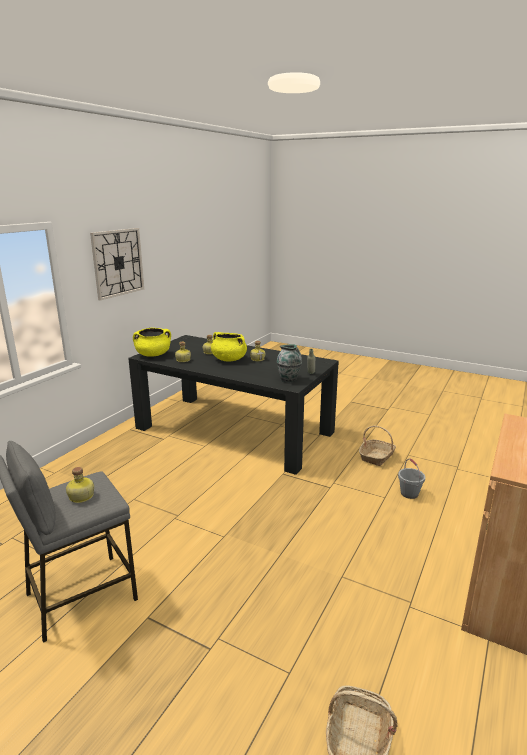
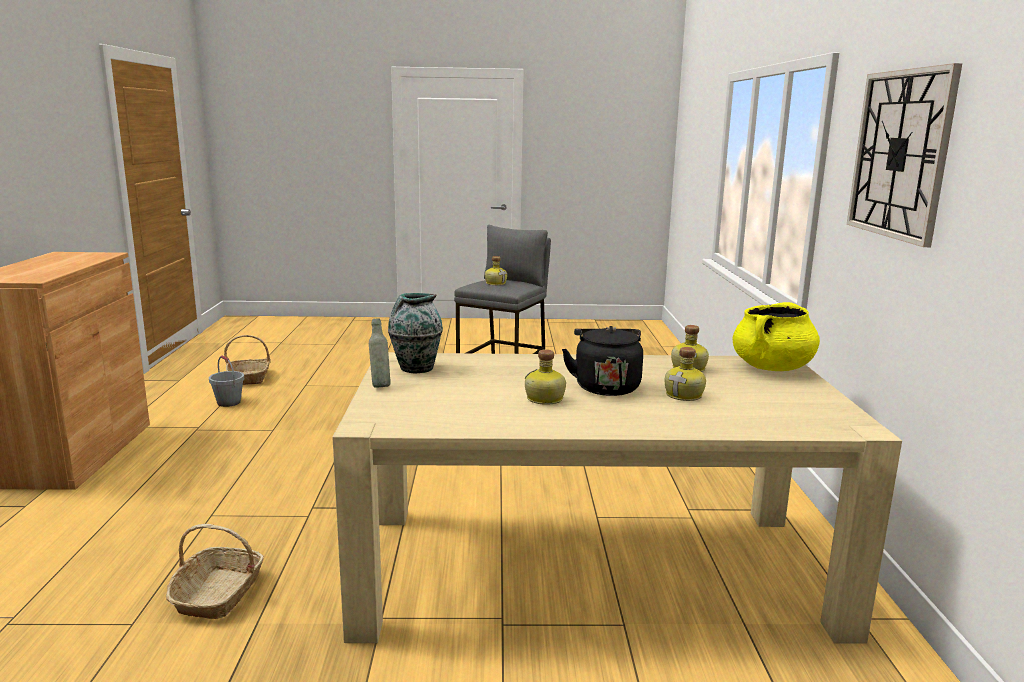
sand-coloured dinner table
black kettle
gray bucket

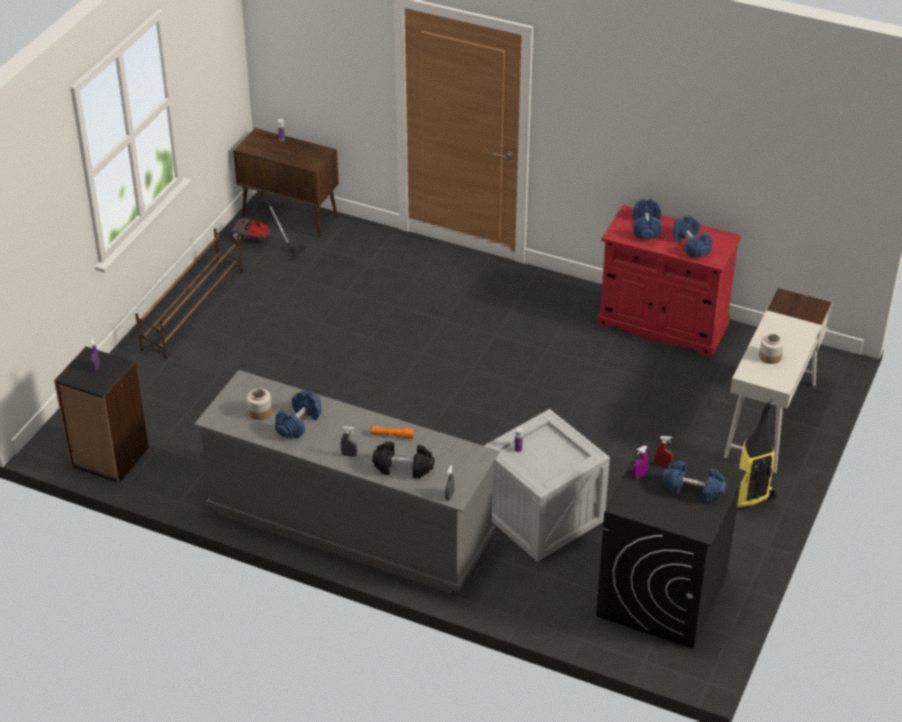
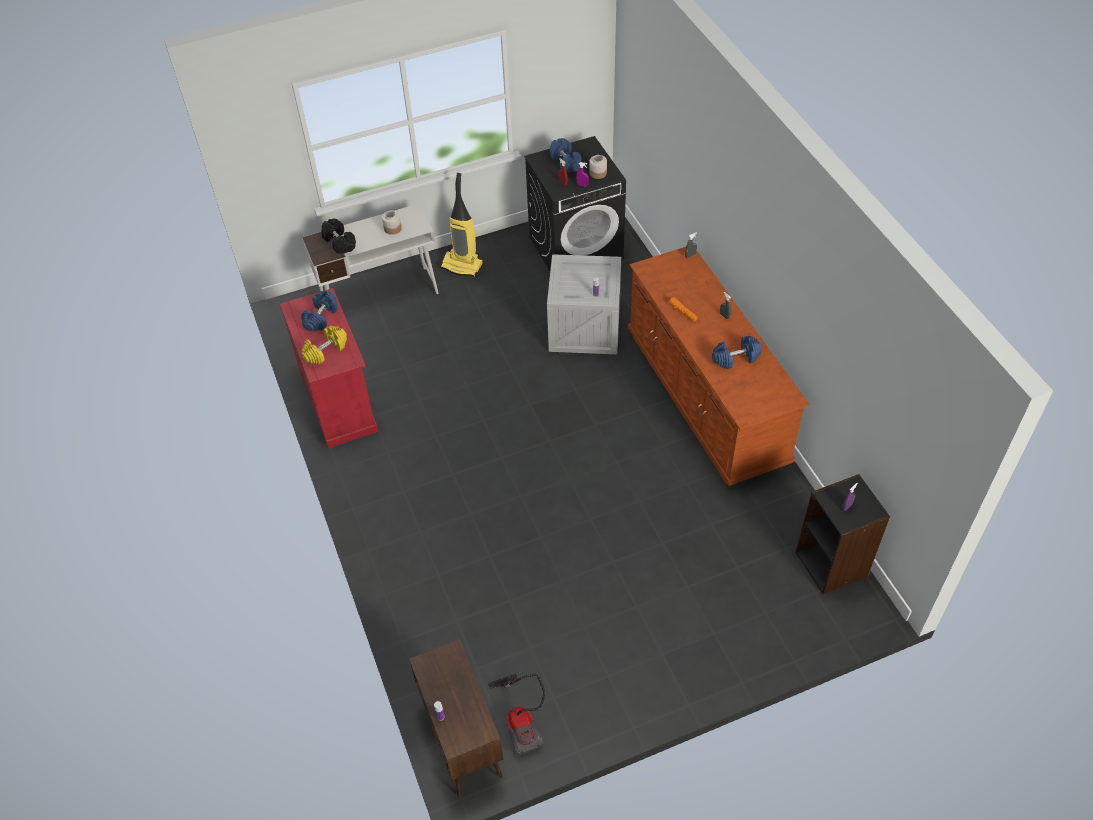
brownish shoe rack
brownish chest of drawers
jar (no. 2 from left)
black dumbbell
yellow-coloured dumbbell

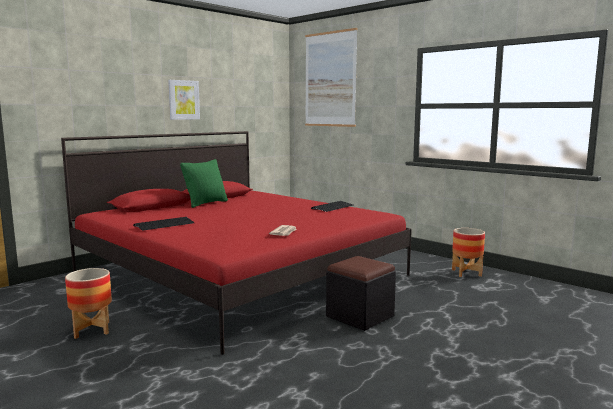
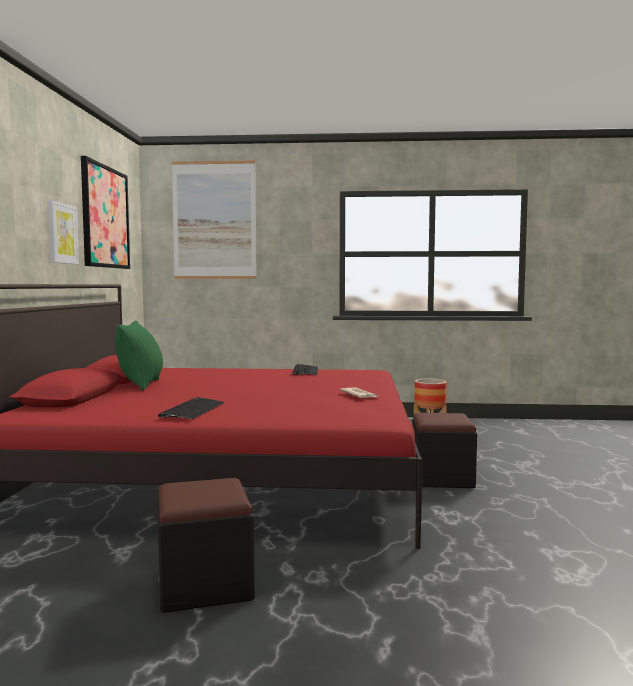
black pouffe (no. 1 from left)
picture (no. 2 from left)

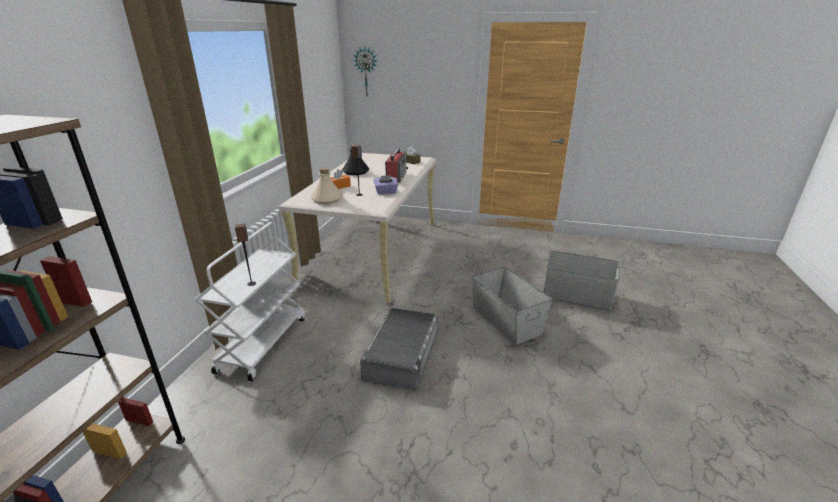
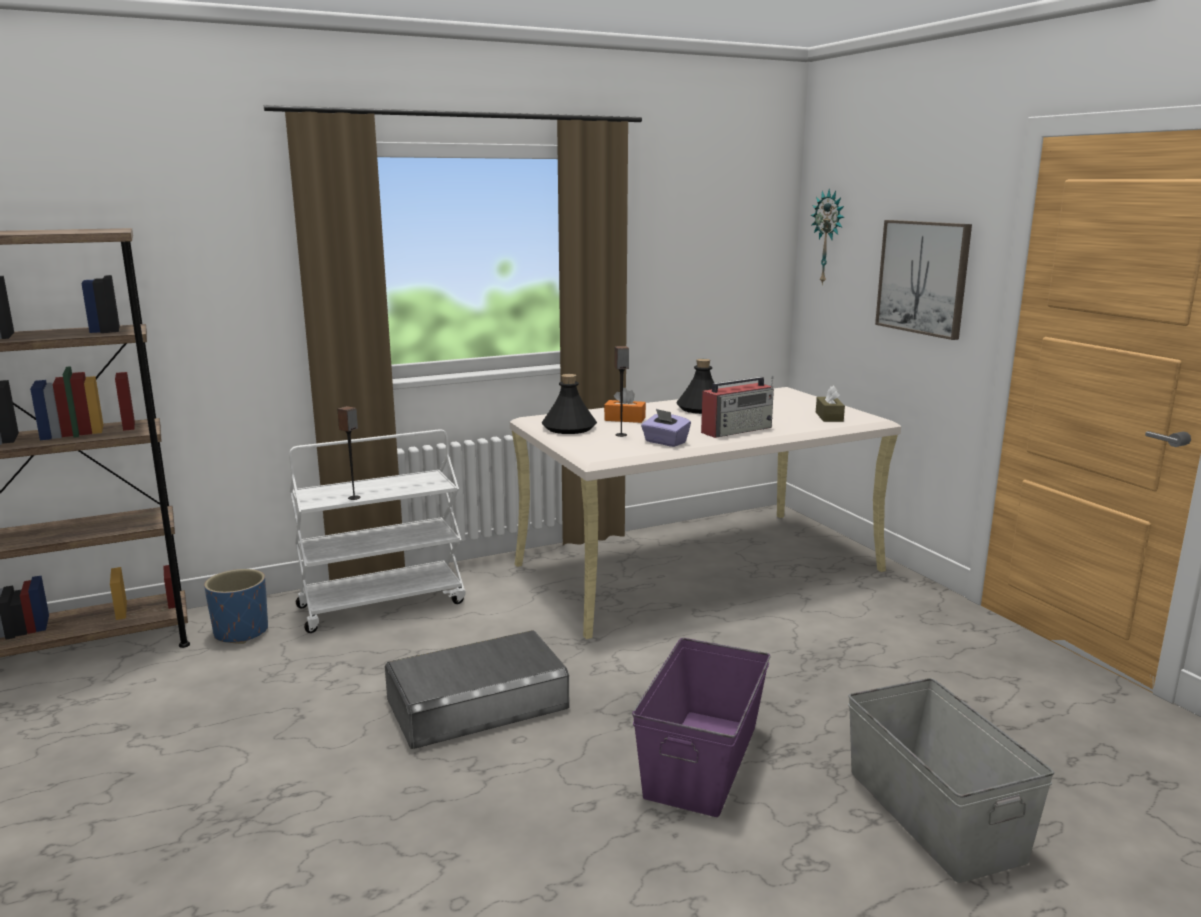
black bottle (no. 1 from left)
purple storage container
blue-coloured plant pot
picture

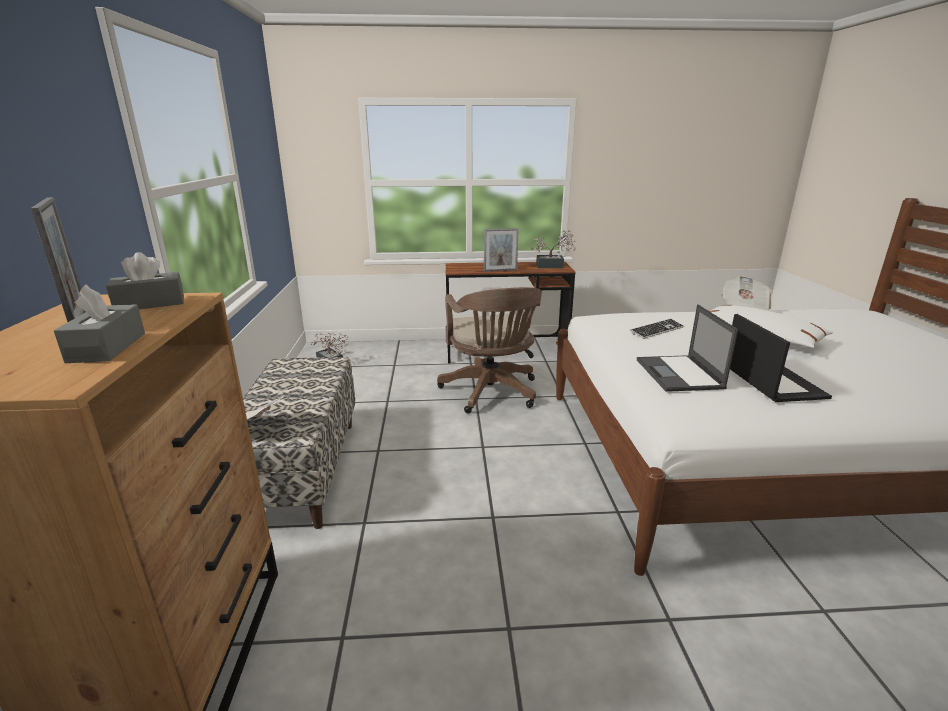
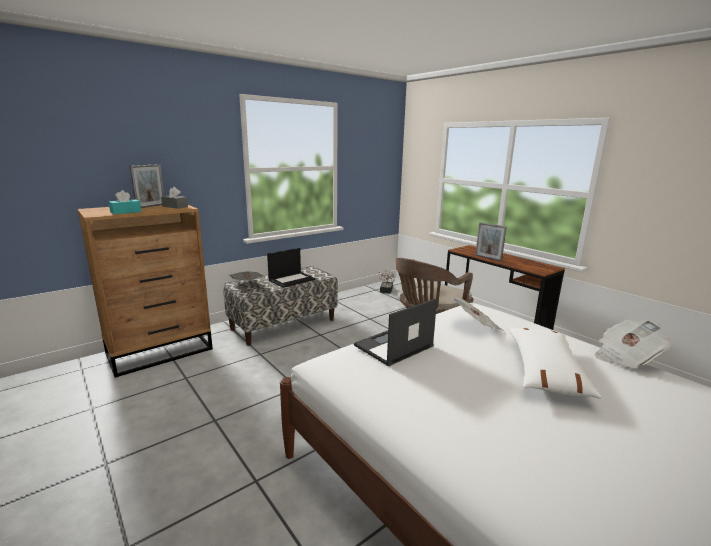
turquoise-coloured tissue holder
plant in a pot (no. 2 from left in the first image)
printed paper (no. 2 from left)
portable computer (no. 1 from left)

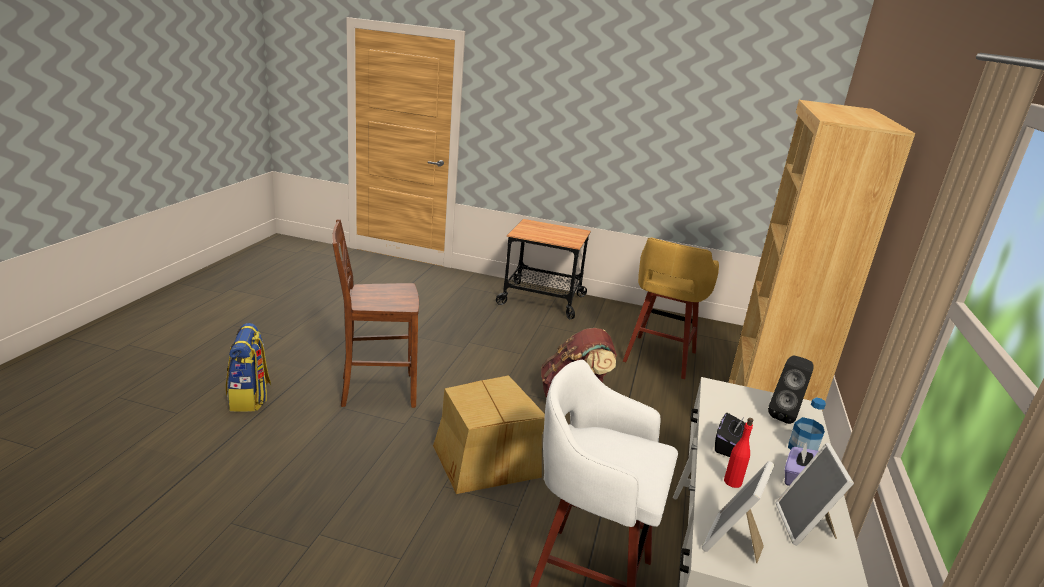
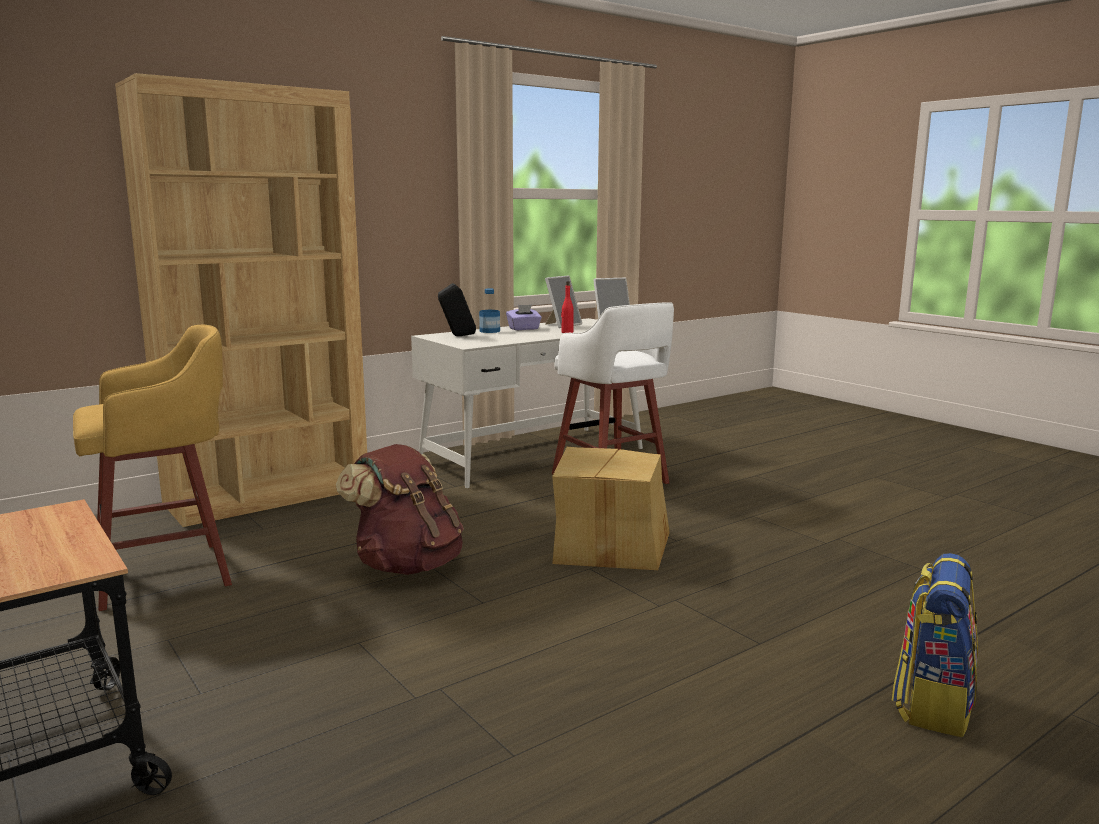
brownish upright chair
black tissue holder

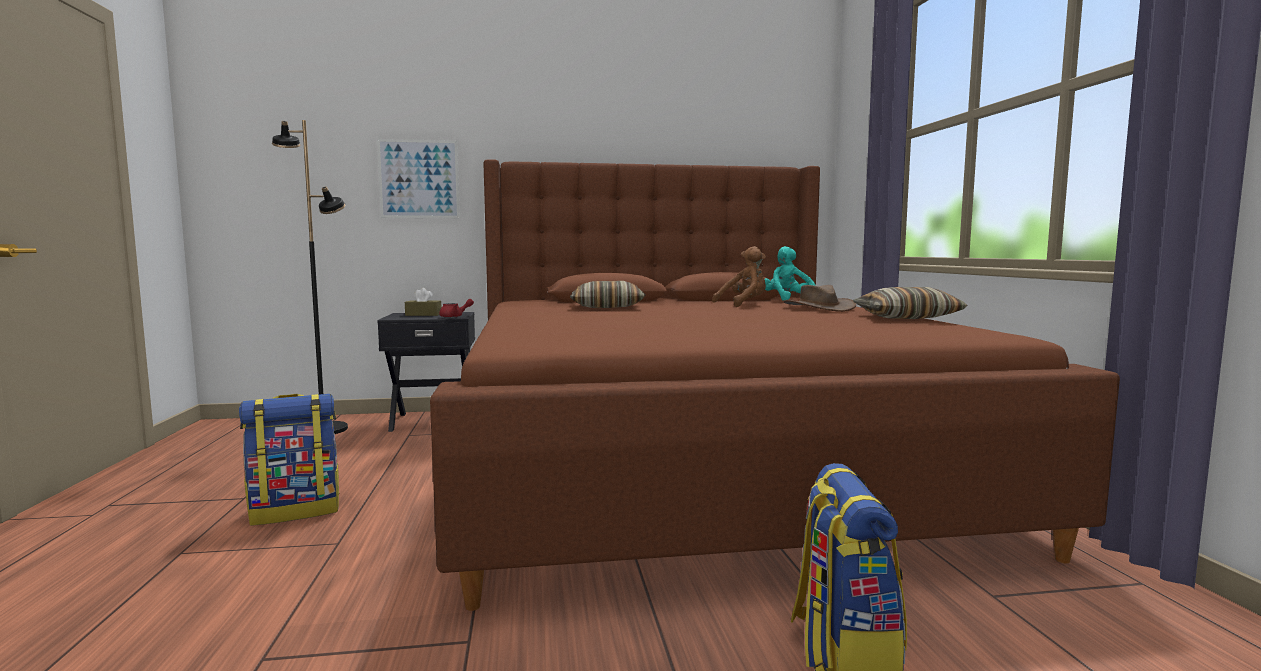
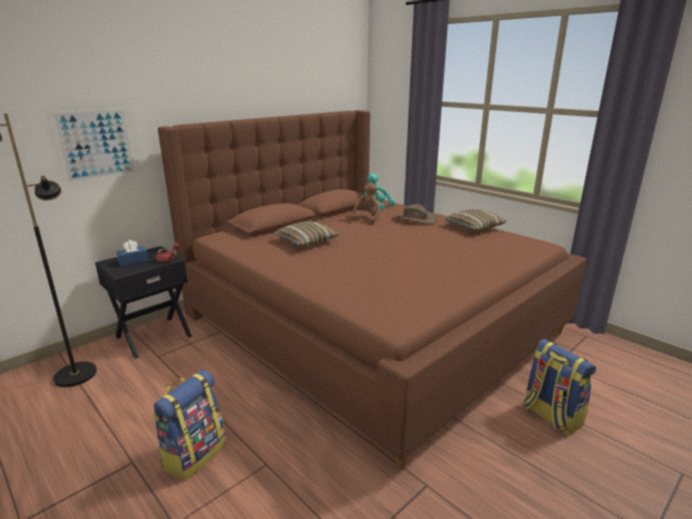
blue-coloured tissue holder

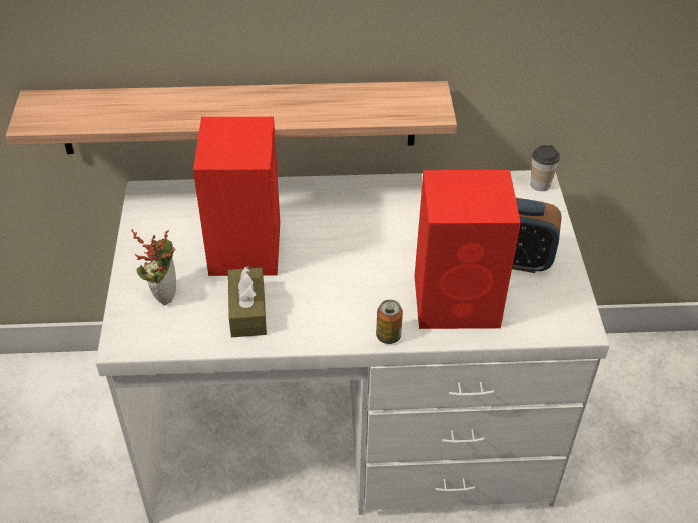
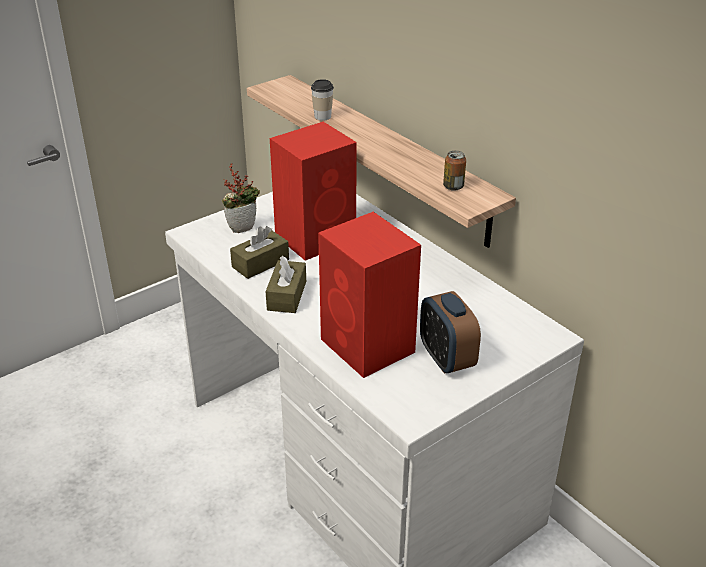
metal can
small cup
brownish tissue holder (no. 2 from left)

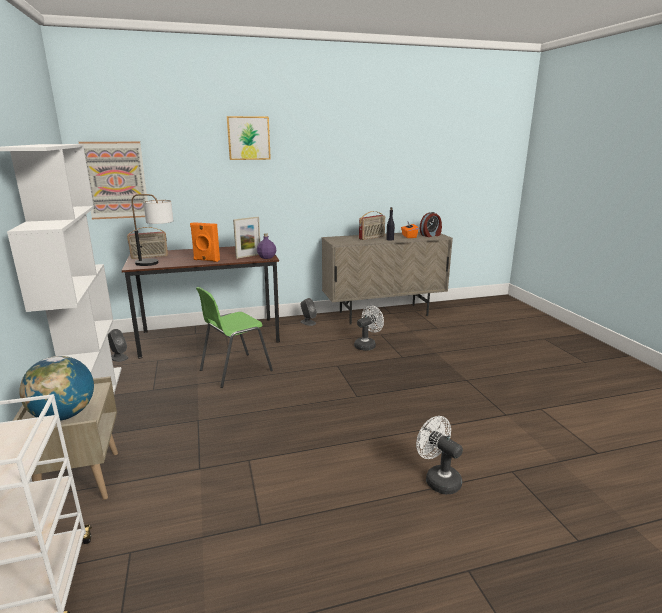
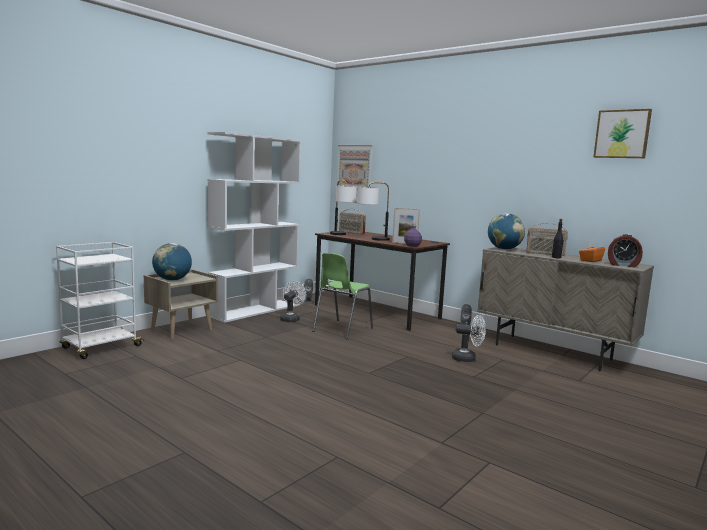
tabletop lamp (no. 2 from left)
green-coloured upright chair
picture (no. 2 from left)
white electric fan (no. 1 from left)
globe (no. 2 from left)

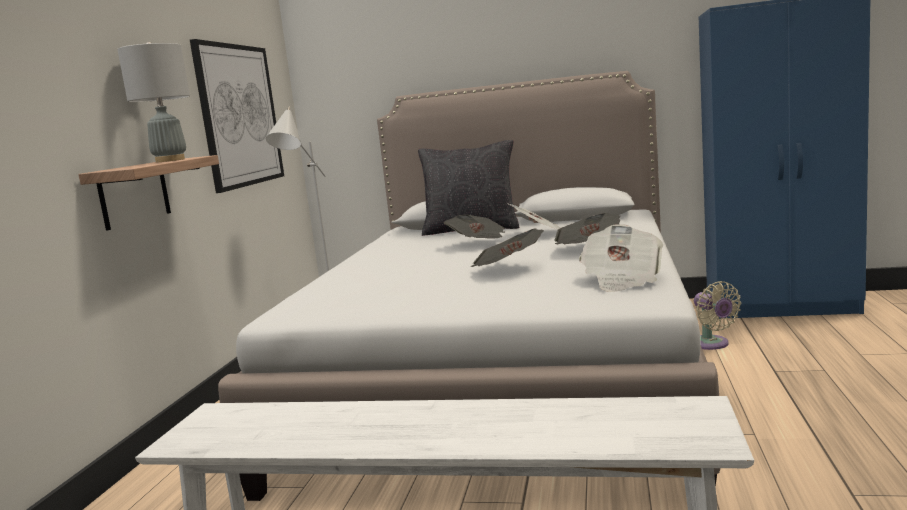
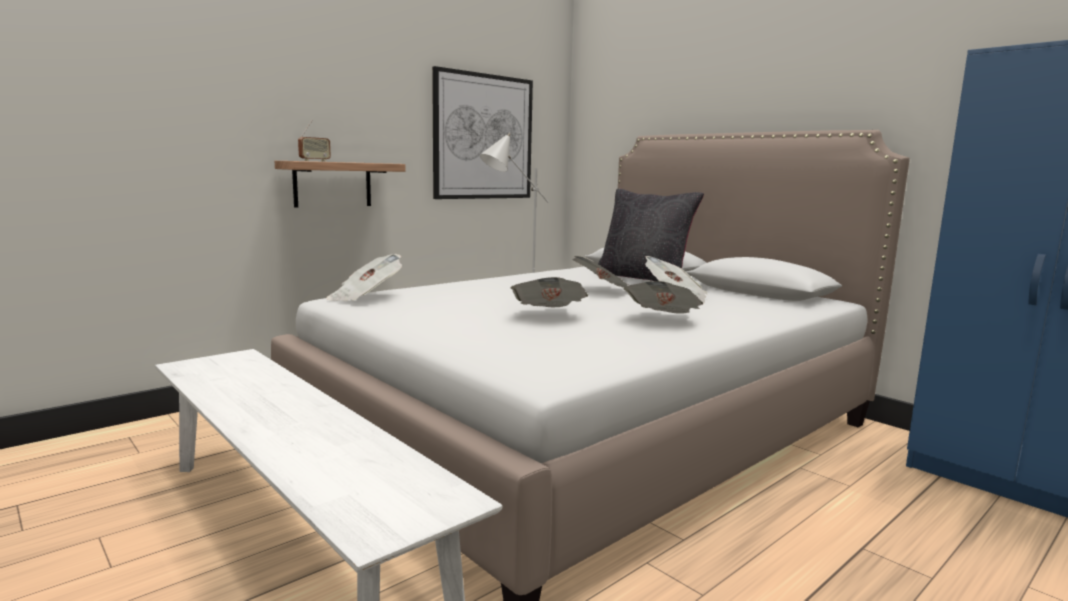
gray tabletop lamp
printed paper (no. 1 from left)
sand-coloured electric fan
radio set

